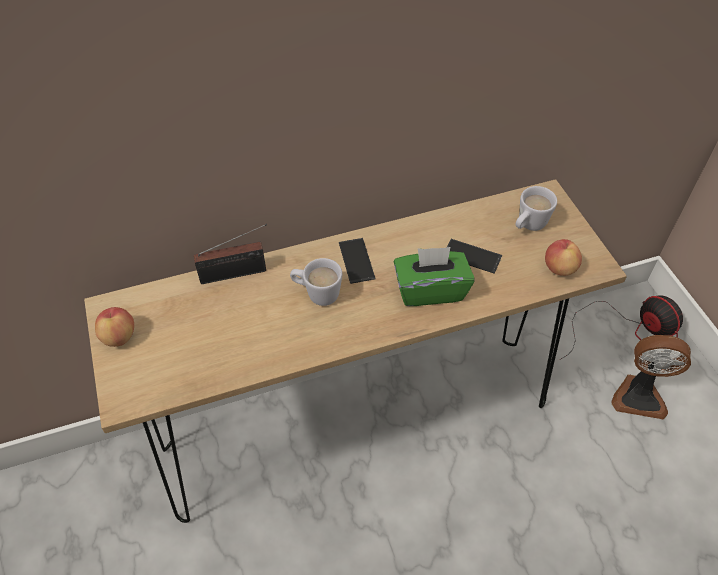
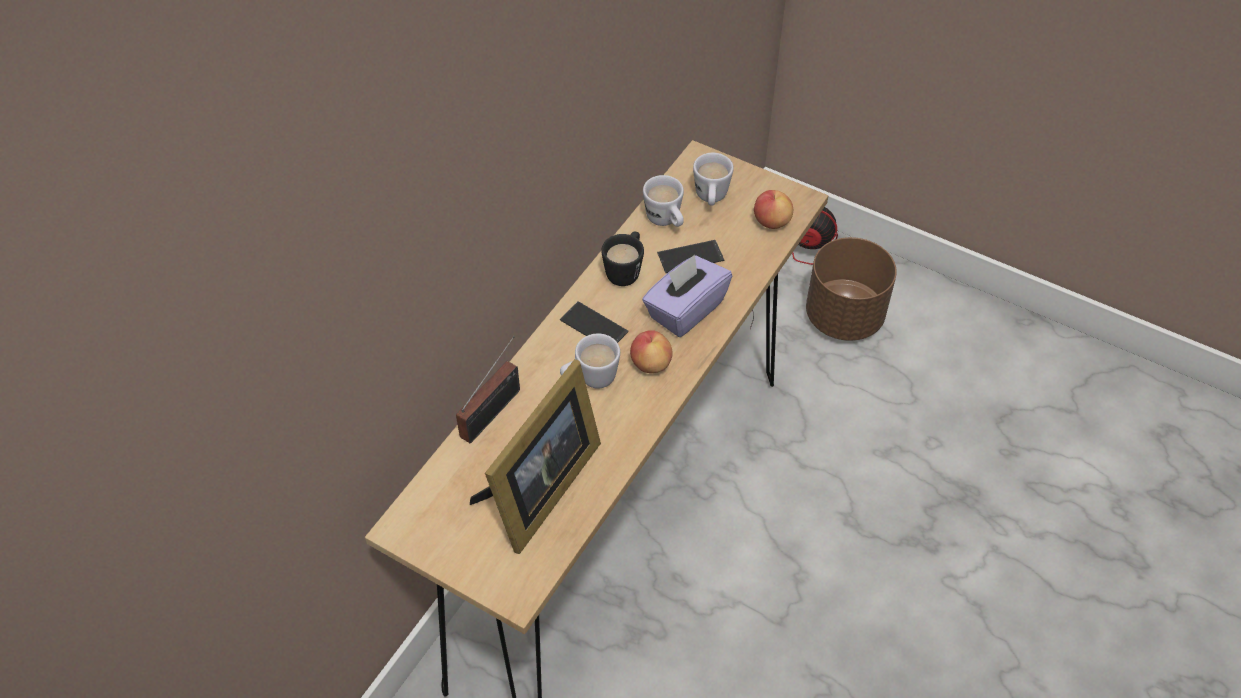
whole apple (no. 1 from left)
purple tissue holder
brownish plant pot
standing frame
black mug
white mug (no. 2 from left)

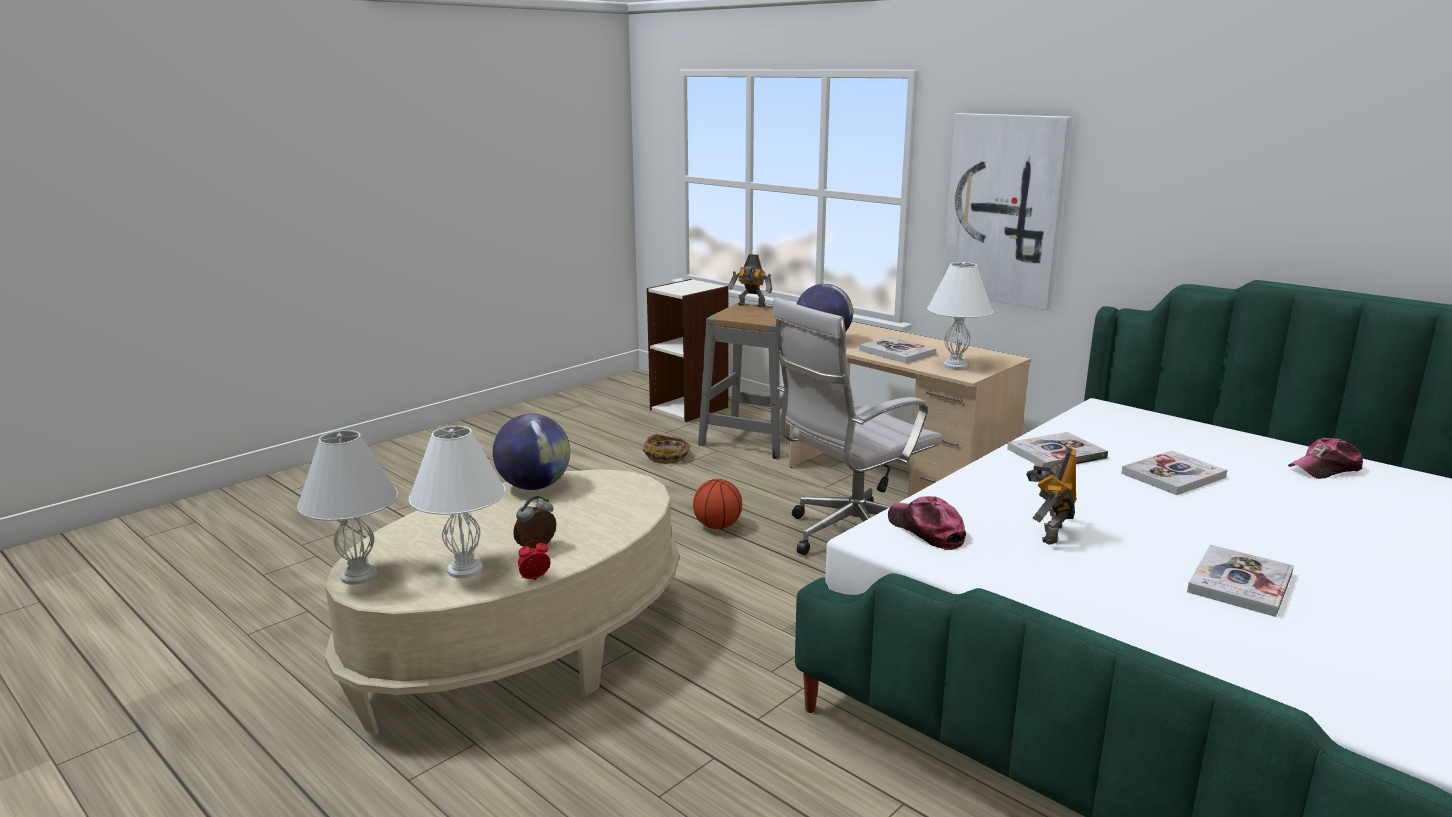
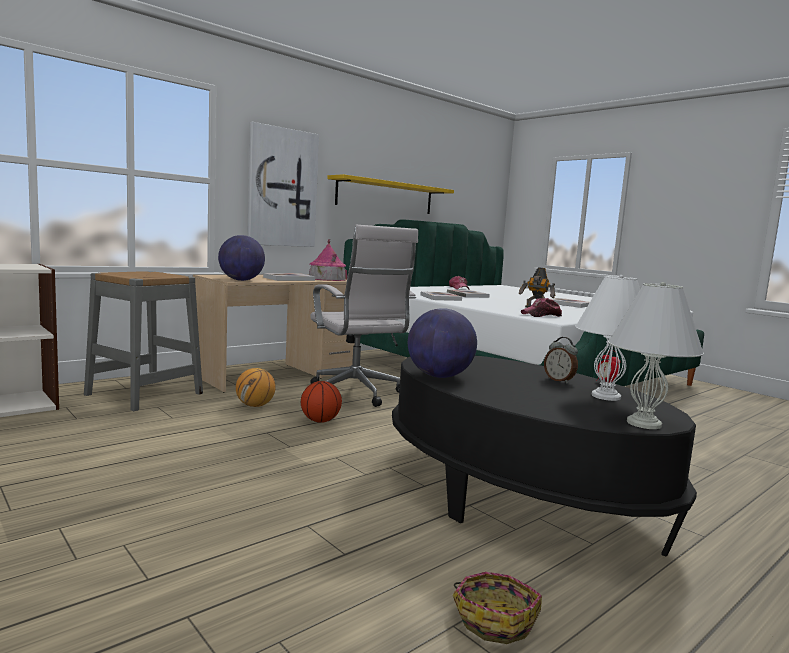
black low table
storage basket
robot figure (no. 1 from left in the first image)
miniature house
basketball (no. 1 from left)
yellow-coloured shelf

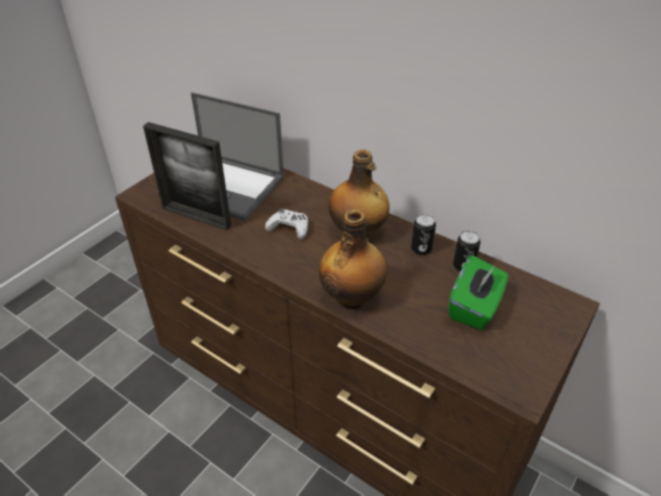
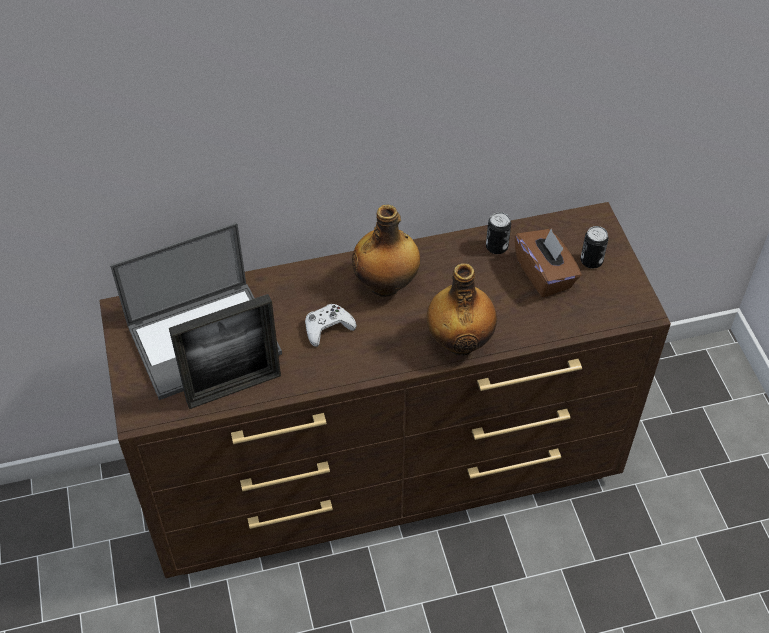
metal can (no. 2 from left)
brownish tissue holder

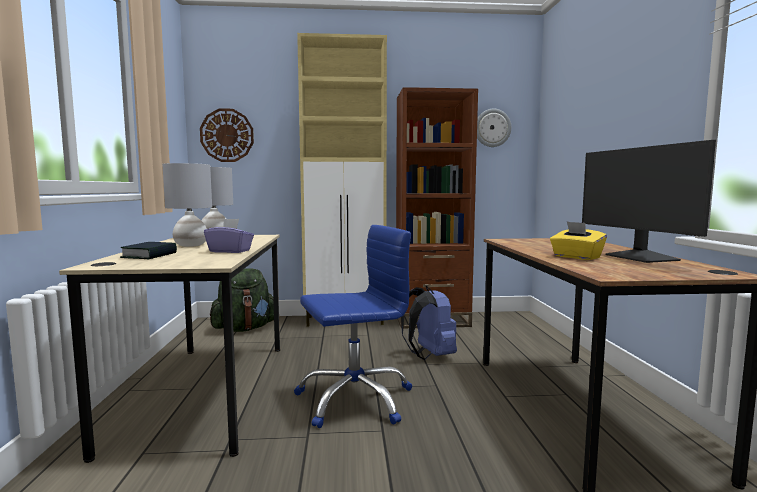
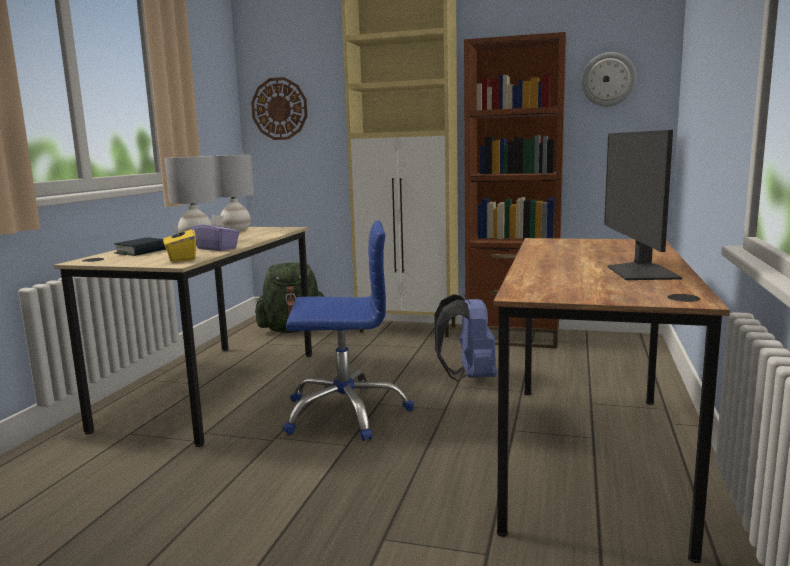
yellow-coloured tissue holder

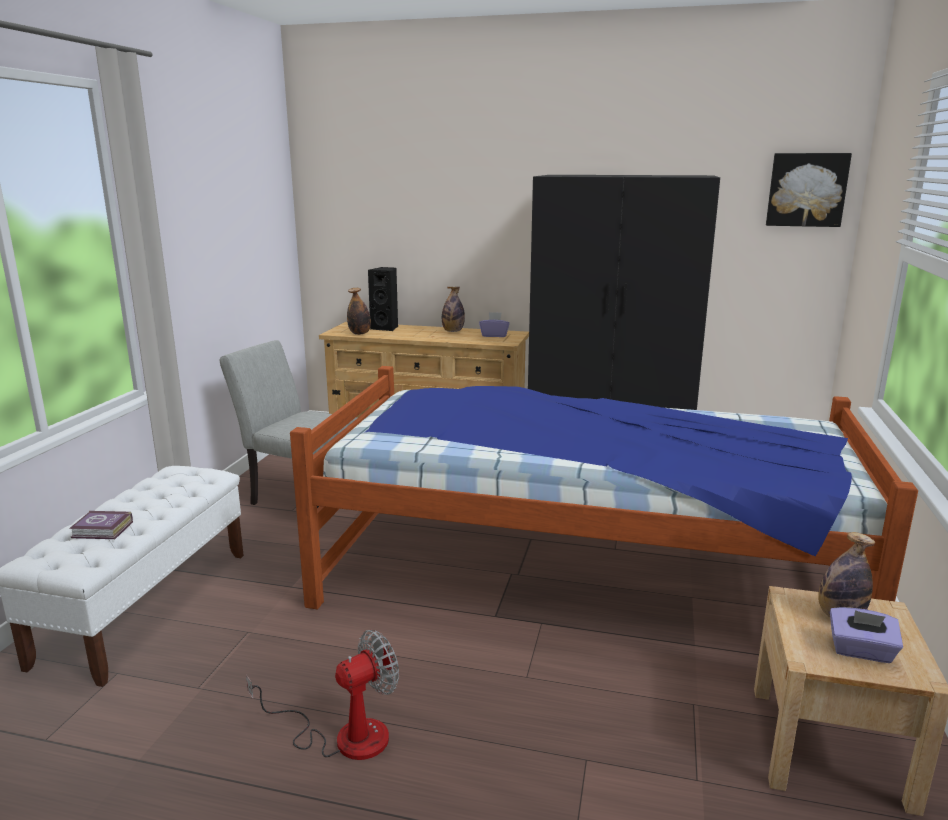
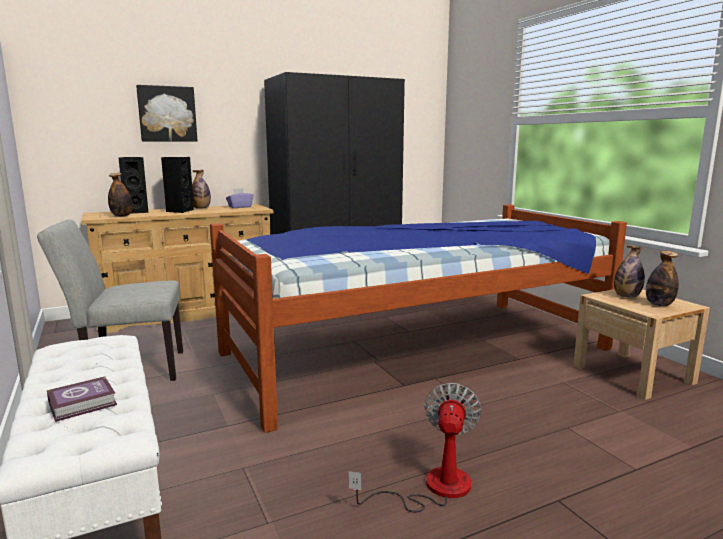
picture
bottle (no. 4 from left)
black audio speaker (no. 2 from left)

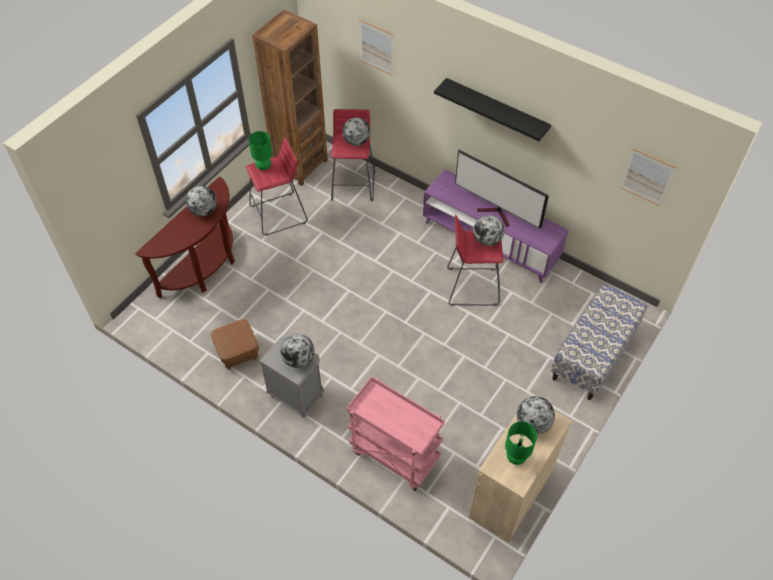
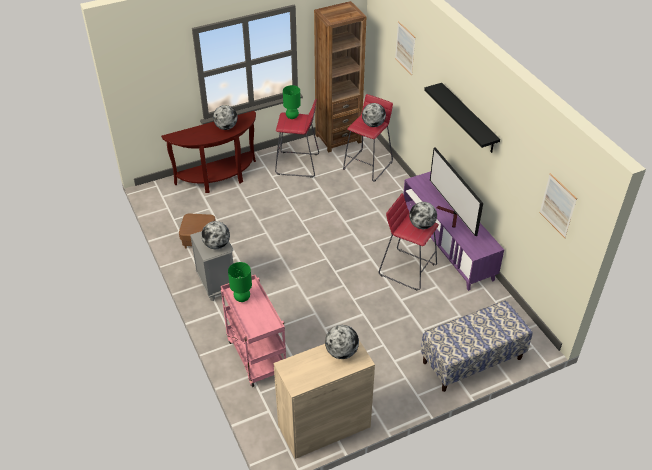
green-coloured tabletop lamp (no. 1 from left)

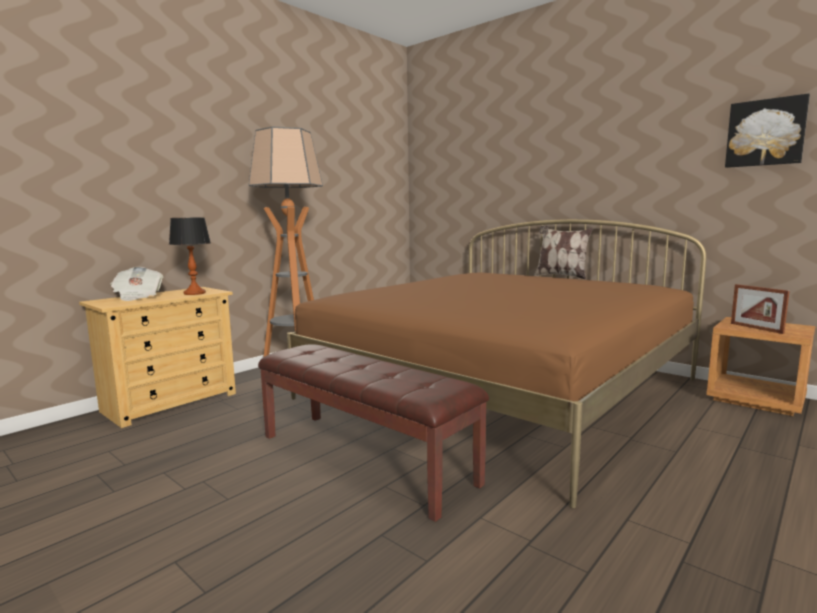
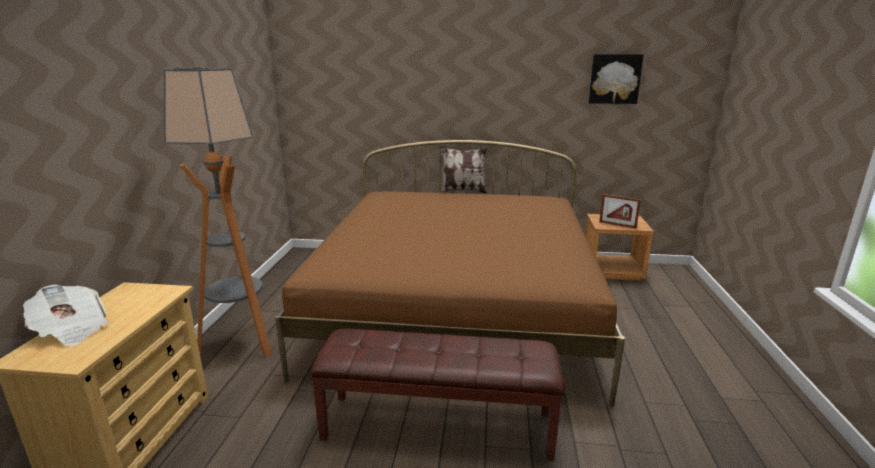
tabletop lamp

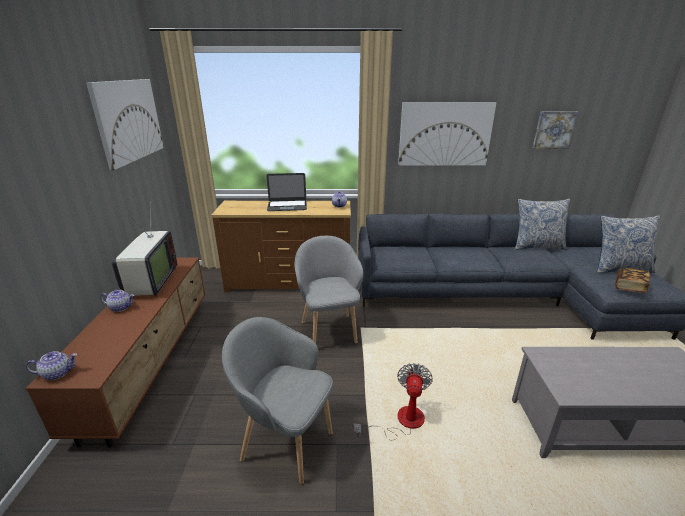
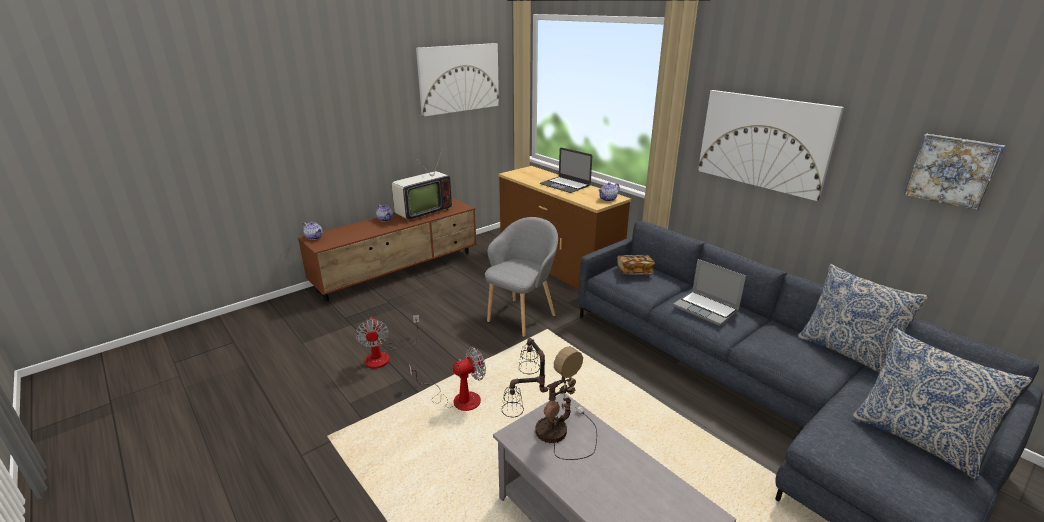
electric fan (no. 1 from left)
bound book
tabletop lamp
portable computer (no. 2 from left)

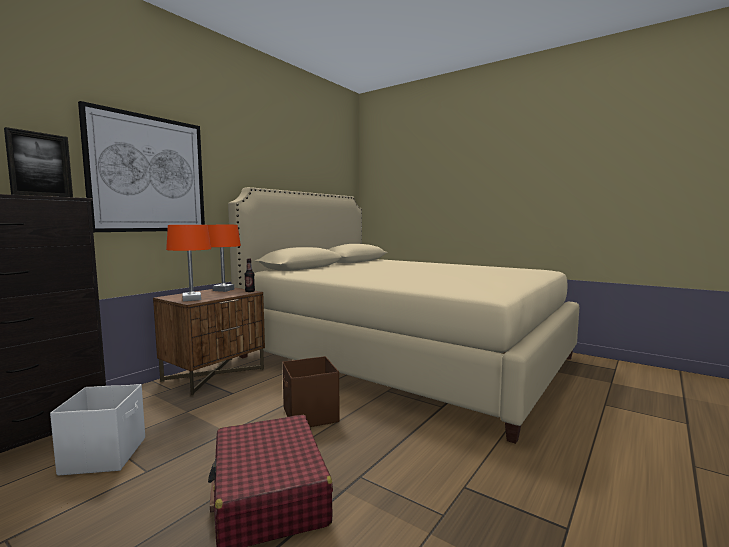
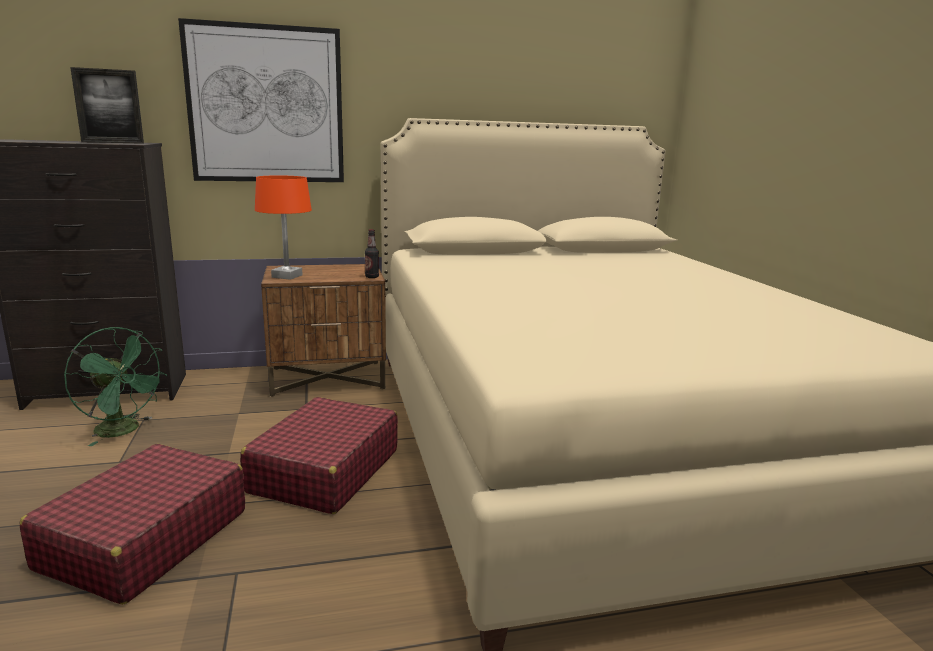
green-coloured electric fan
orangey tabletop lamp (no. 2 from left in the first image)
red-coloured suitcase (no. 2 from left)

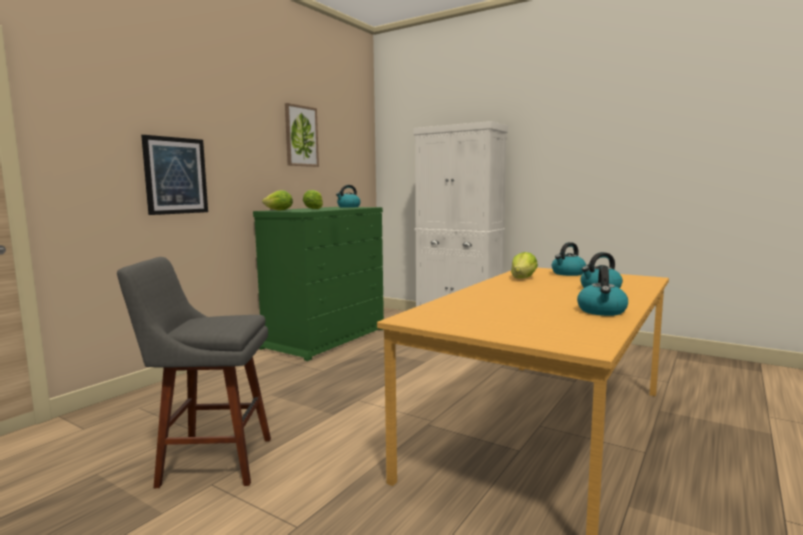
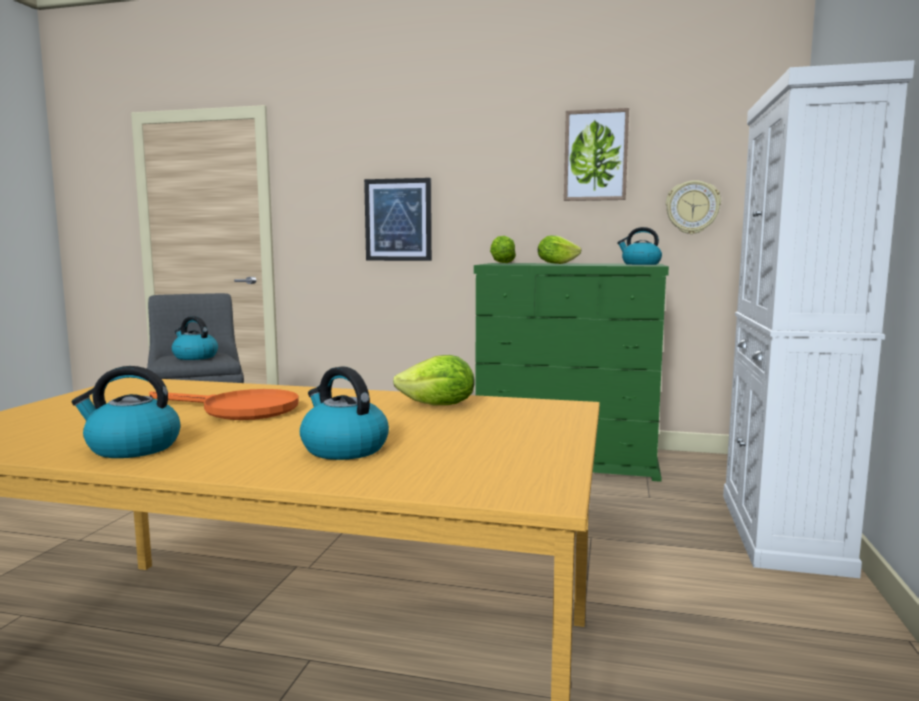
kettle (no. 2 from left)
orangey skillet
wall clock

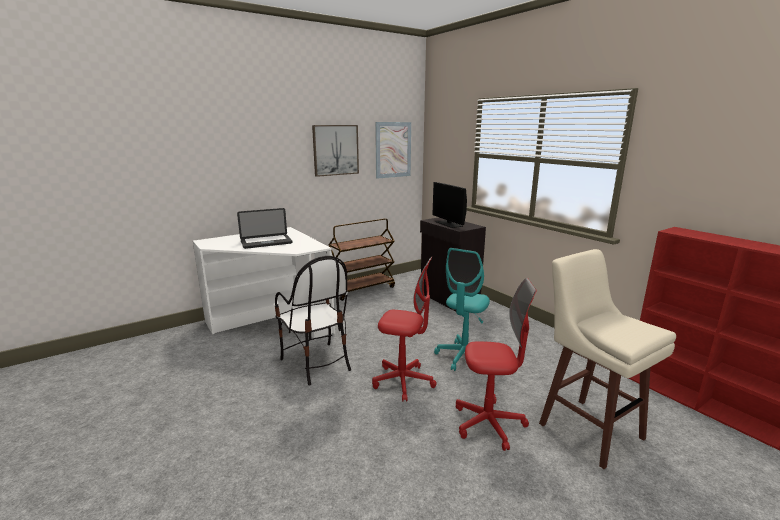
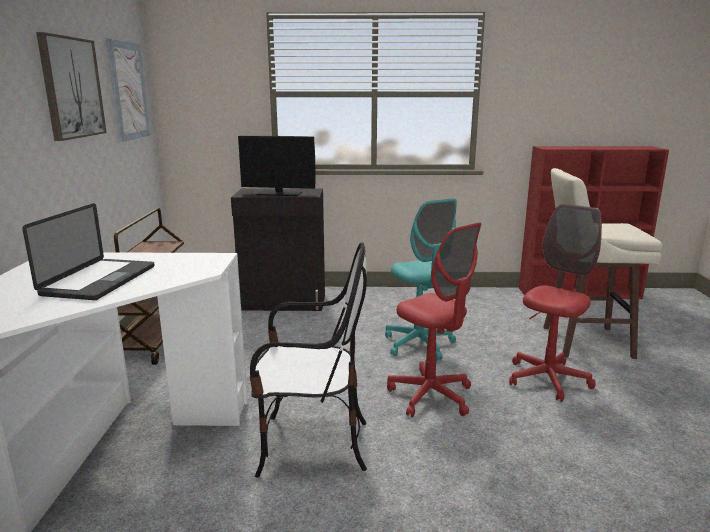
red-coloured computer chair (no. 1 from left)

